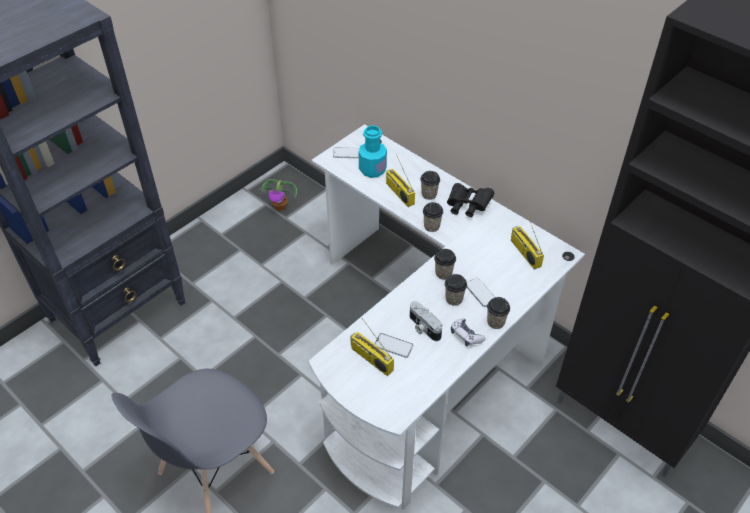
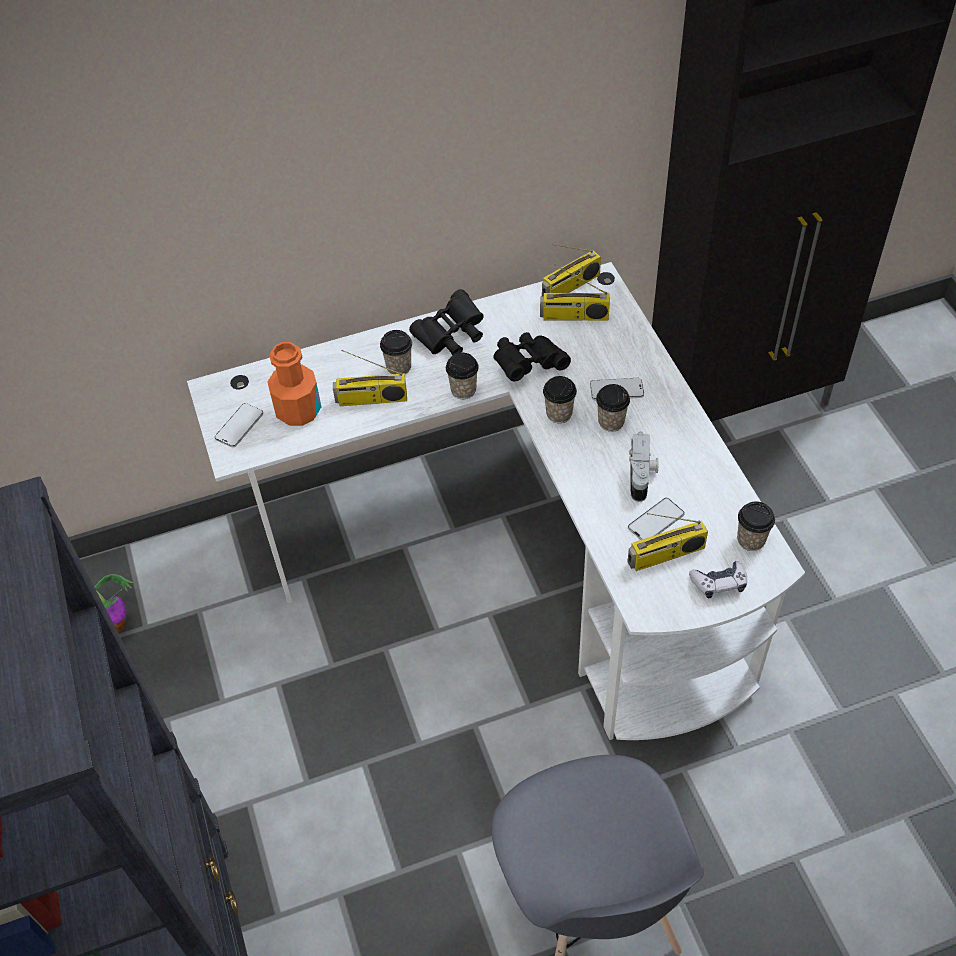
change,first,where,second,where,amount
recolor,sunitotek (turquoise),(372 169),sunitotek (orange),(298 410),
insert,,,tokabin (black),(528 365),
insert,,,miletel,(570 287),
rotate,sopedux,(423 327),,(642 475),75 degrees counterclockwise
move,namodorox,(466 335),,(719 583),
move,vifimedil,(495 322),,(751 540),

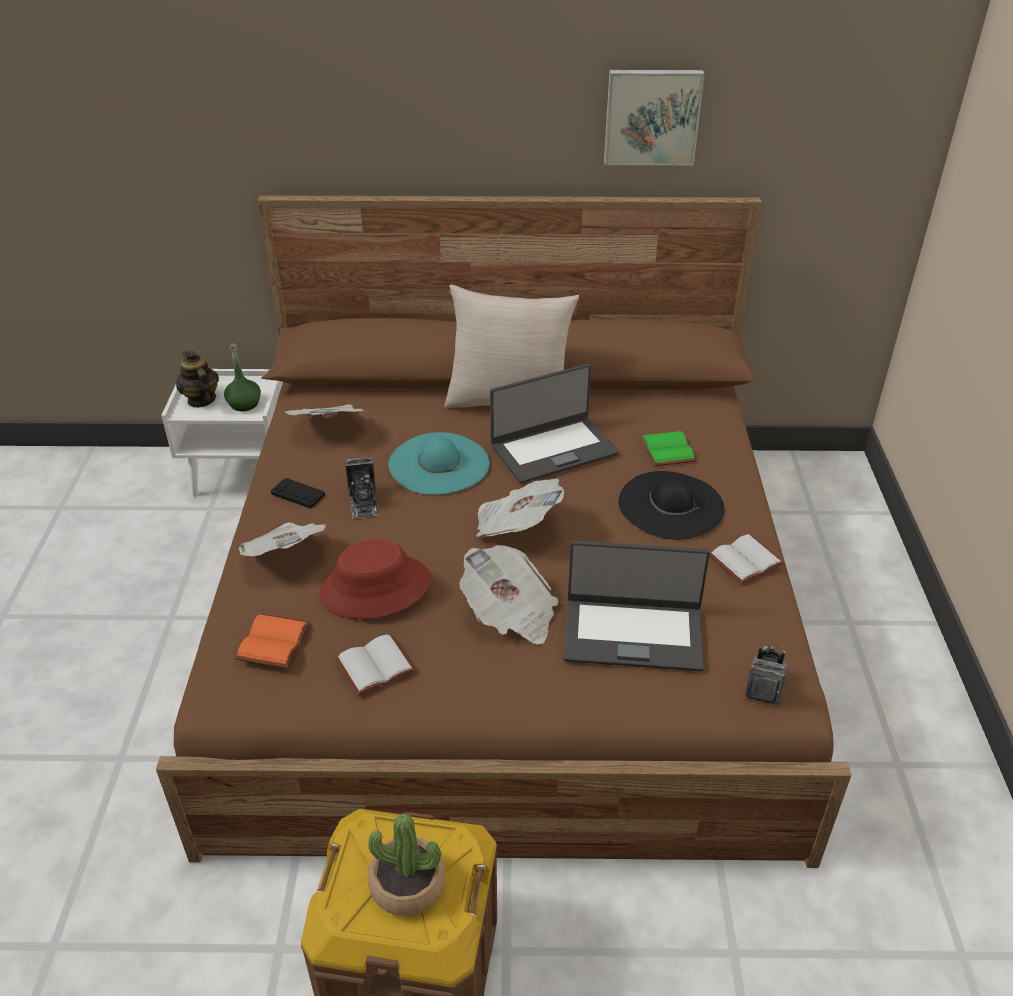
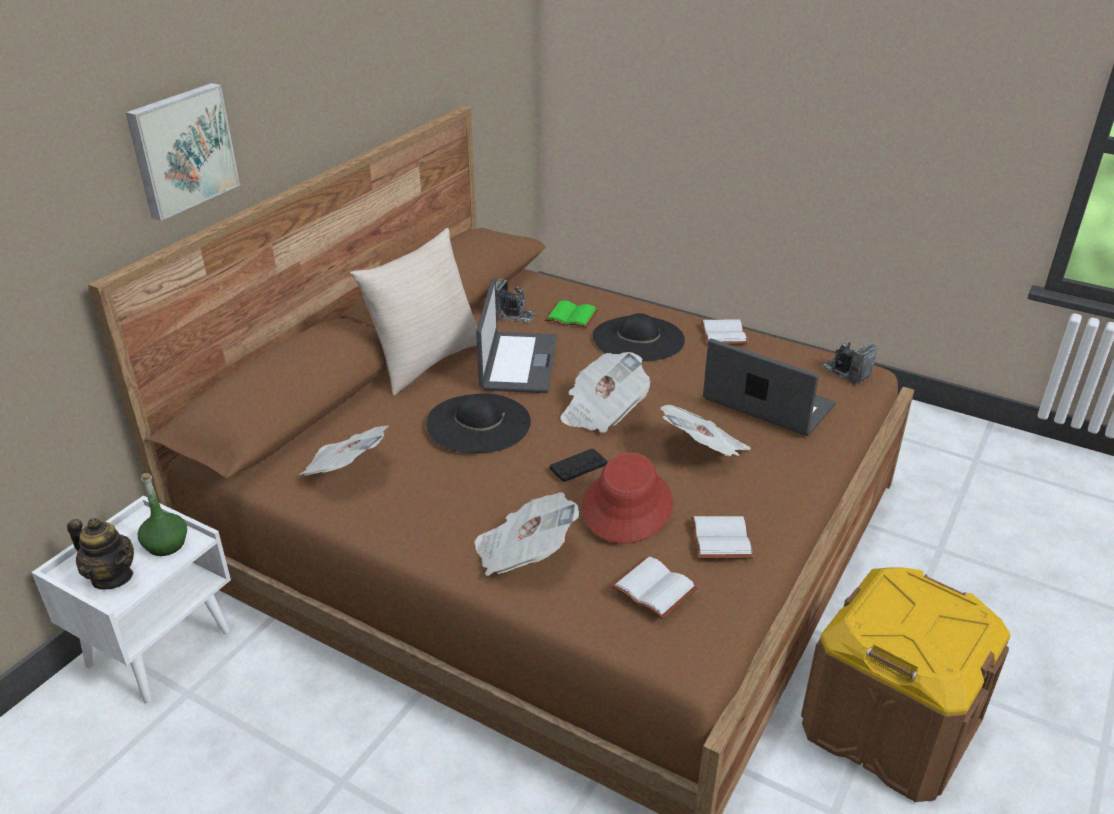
change,first,where,second,where,amount
rotate,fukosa,(201 400),,(112 577),150 degrees counterclockwise
move,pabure,(652 116),,(181 150),
recolor,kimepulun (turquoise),(438 463),kimepulun (black),(478 423),
move,sopedux,(363 502),,(513 315),
move,namodorox (black),(298 494),,(578 466),
recolor,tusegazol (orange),(274 643),tusegazol (white),(656 588),
rotate,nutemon,(633 633),,(767 404),90 degrees counterclockwise
delete,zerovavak,(407 885),,,

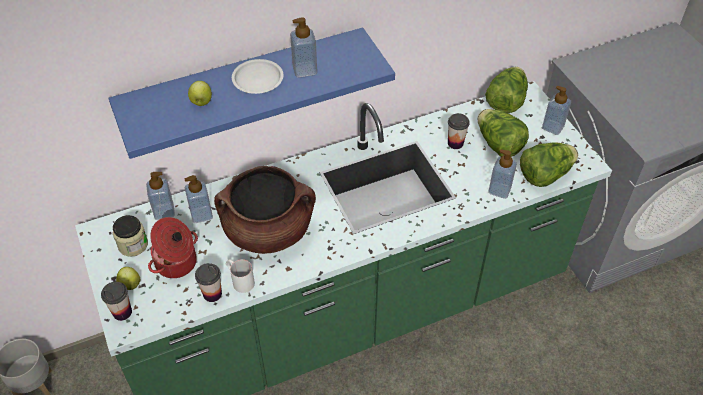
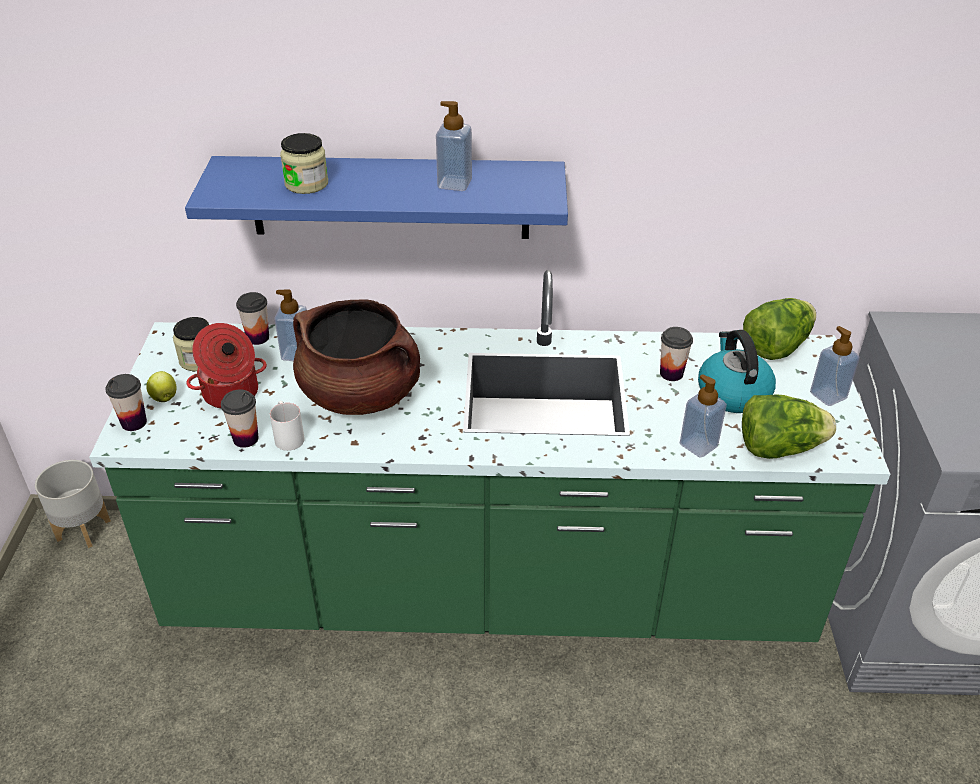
change,first,where,second,where,amount
replace,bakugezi,(164 211),vifimedil,(258 338),
replace,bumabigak,(201 102),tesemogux,(306 184),
replace,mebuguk,(498 145),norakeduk,(732 393),
delete,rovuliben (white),(258 80),,,

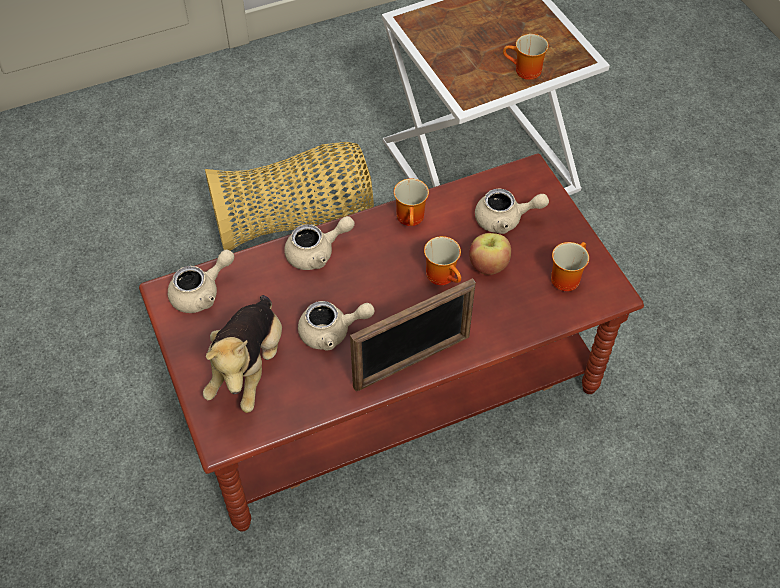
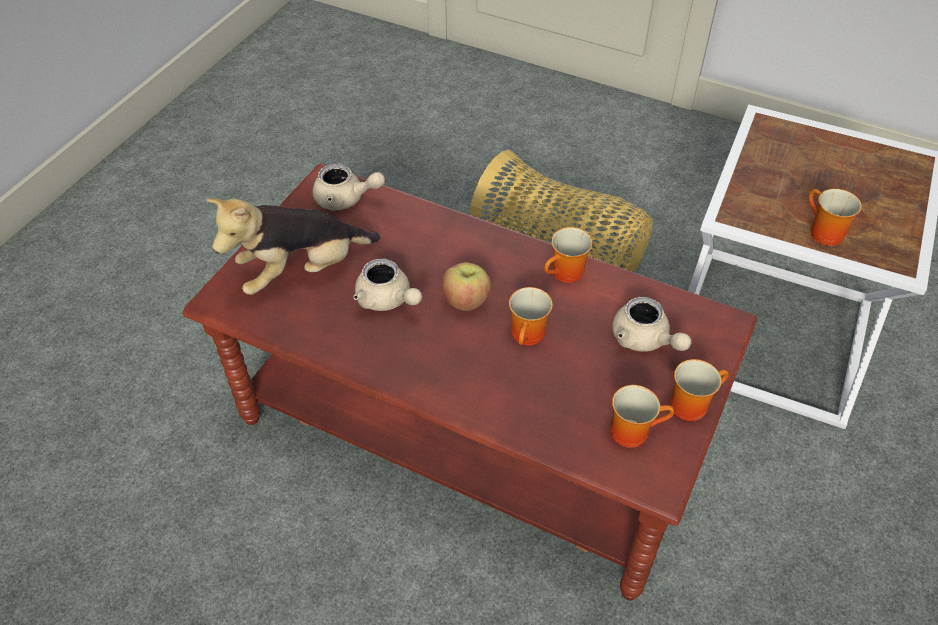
change,first,where,second,where,amount
move,bumabigak,(488 265),,(466 301),
insert,,,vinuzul,(690 402),
delete,fukosa (beige),(317 253),,,
delete,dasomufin,(412 362),,,

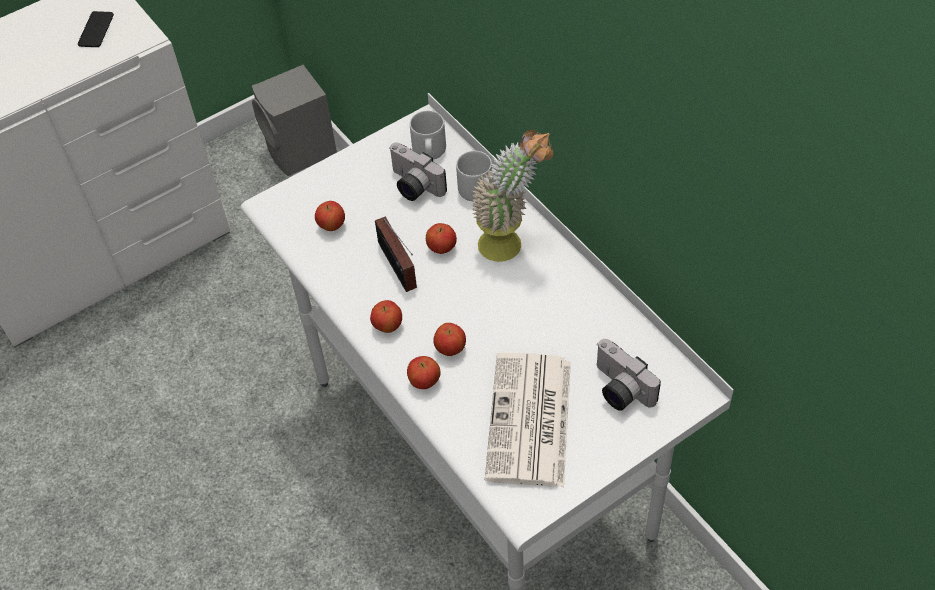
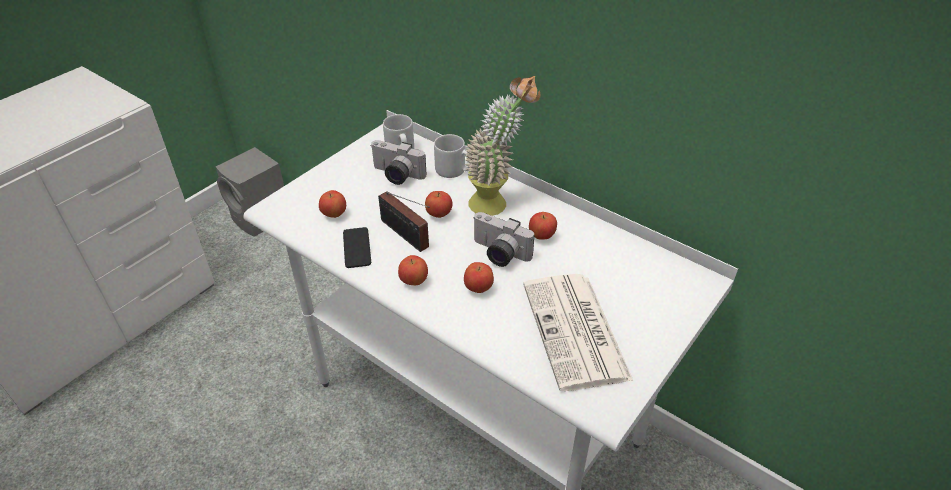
change,first,where,second,where,amount
move,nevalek,(96 30),,(357 248),
move,sopedux,(618 390),,(498 254),
move,bumabigak,(425 381),,(542 236),

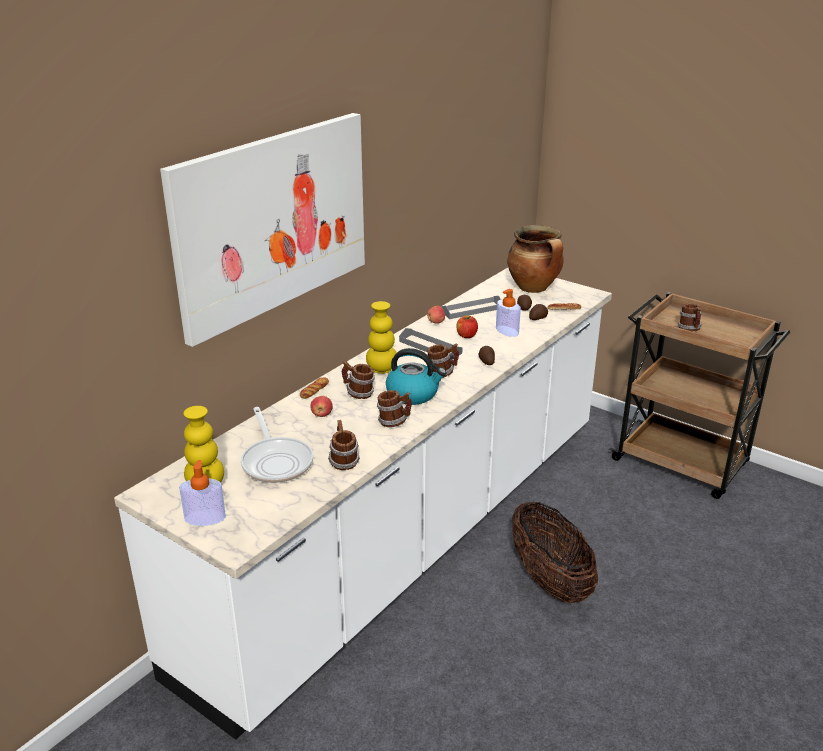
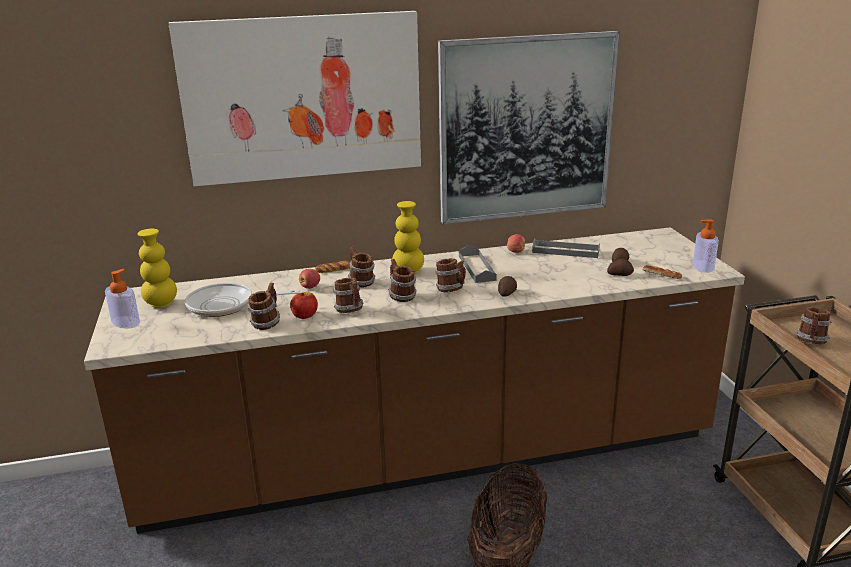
change,first,where,second,where,amount
recolor,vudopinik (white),(411 539),vudopinik (brown),(429 458),
rotate,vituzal,(276 461),,(227 305),75 degrees clockwise
move,bumabigak,(466 335),,(304 315),
replace,norakeduk,(413 394),vinuzul,(401 296),
insert,,,pabure,(525 128),
move,bakugezi,(507 331),,(703 266),
delete,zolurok,(534 288),,,

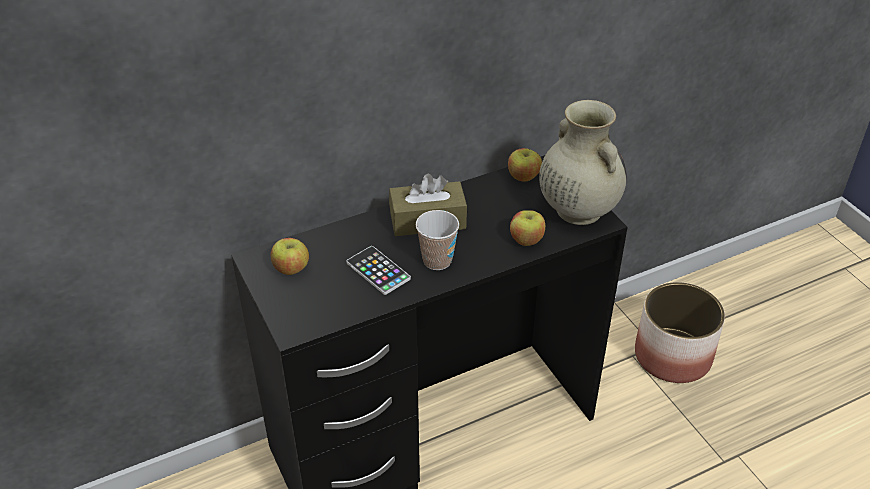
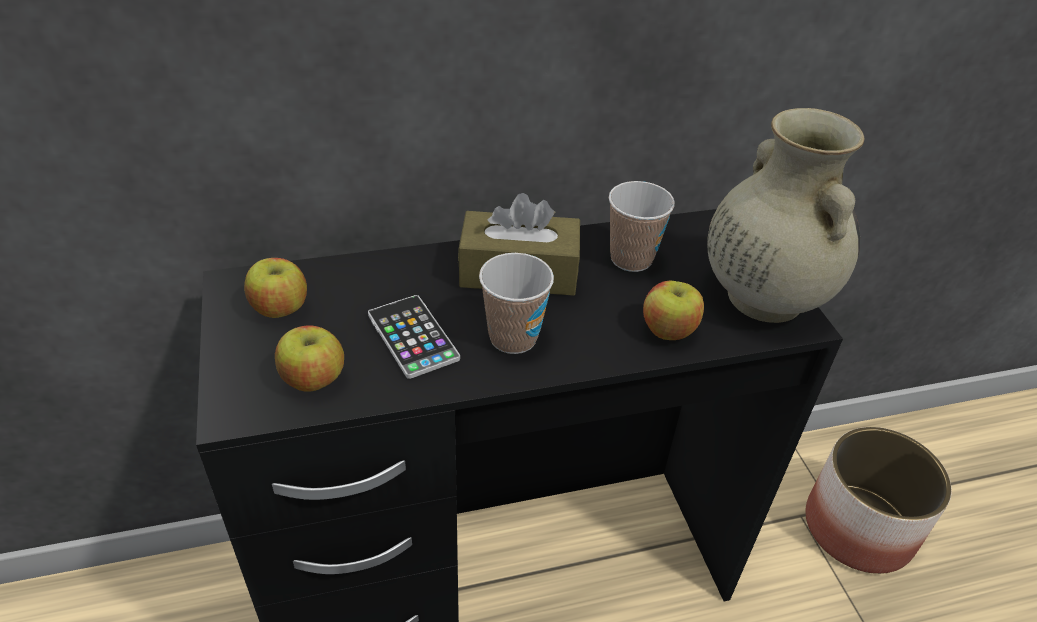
change,first,where,second,where,amount
move,bumabigak,(523 177),,(313 379),
insert,,,vifimedil,(631 259),

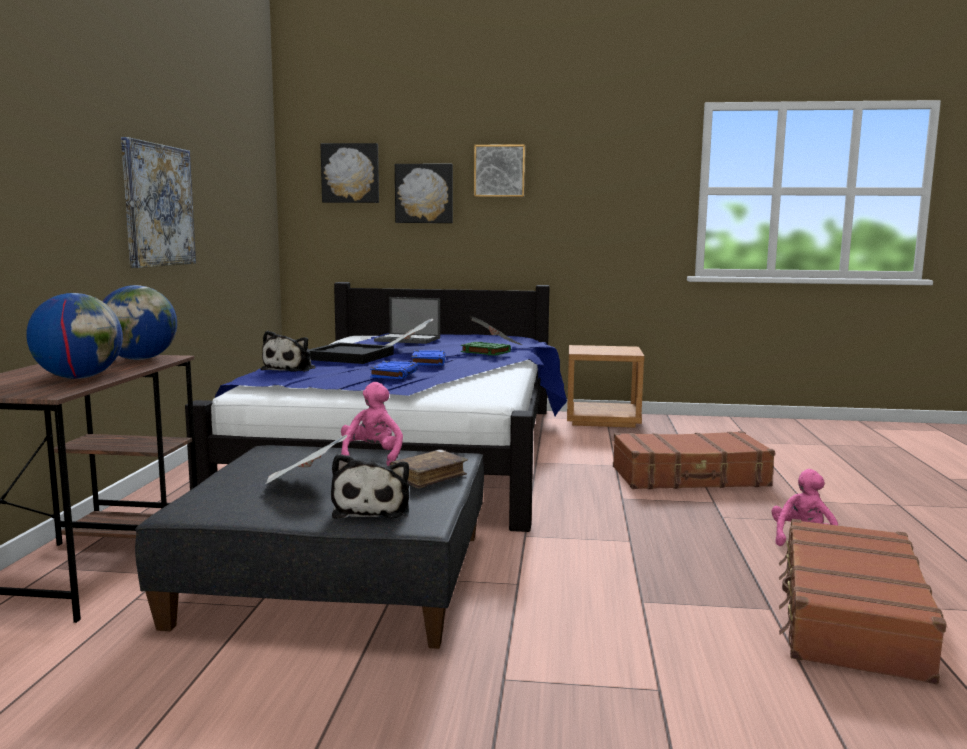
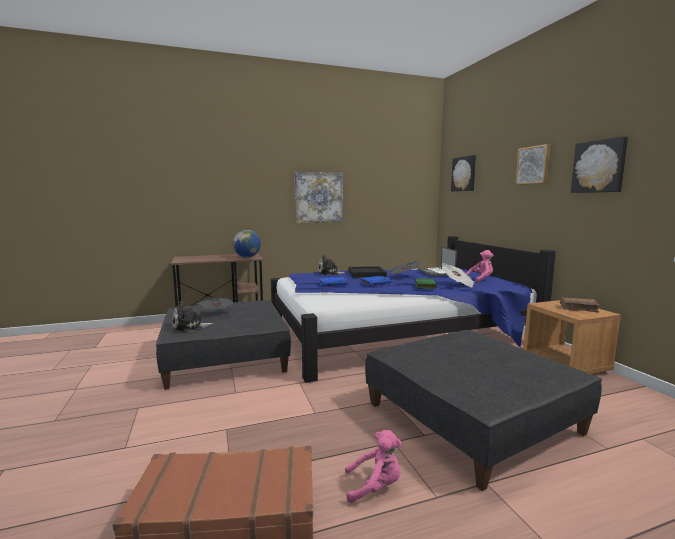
change,first,where,second,where,amount
replace,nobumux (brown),(690 477),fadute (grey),(472 418),
move,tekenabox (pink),(372 458),,(480 280),
move,tusegazol (brown),(428 477),,(578 308),
move,pabure,(424 193),,(599 166),
delete,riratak,(79 378),,,

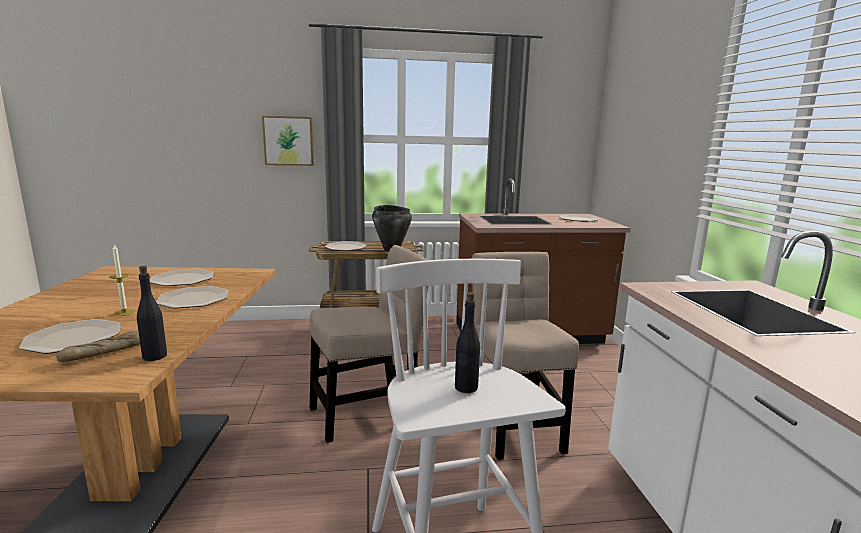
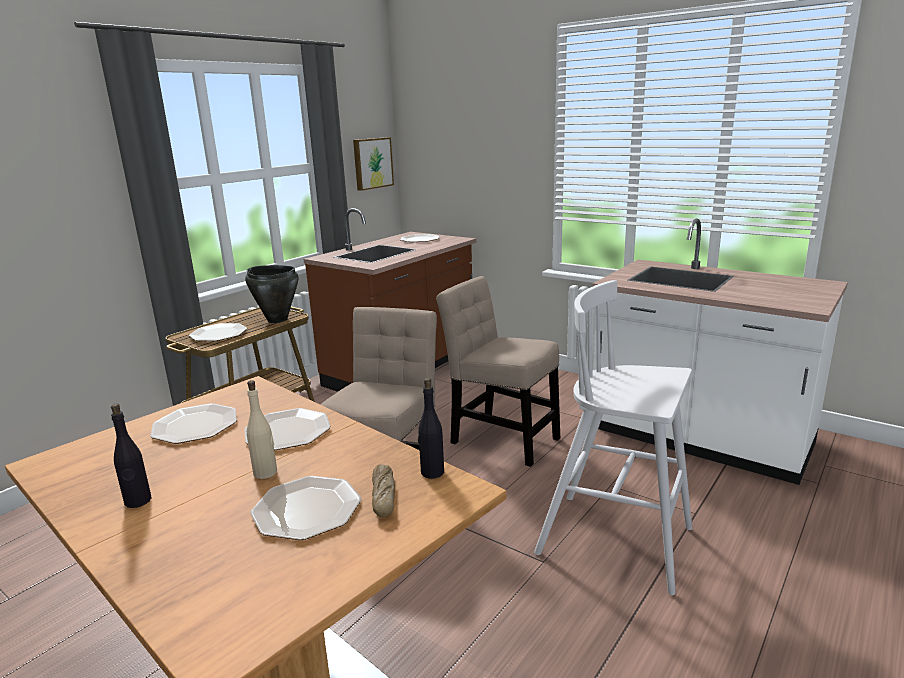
change,first,where,second,where,amount
move,sunitotek (black),(466 388),,(138 501),
replace,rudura,(124 312),sunitotek (beige),(266 473),
move,pabure,(289 141),,(372 163),

